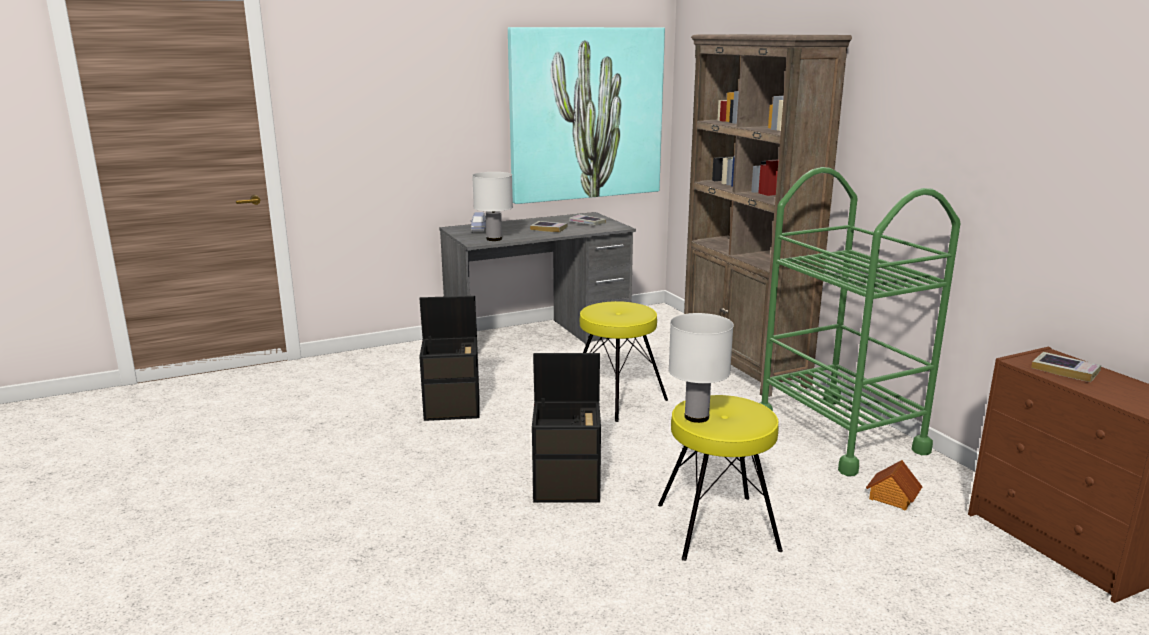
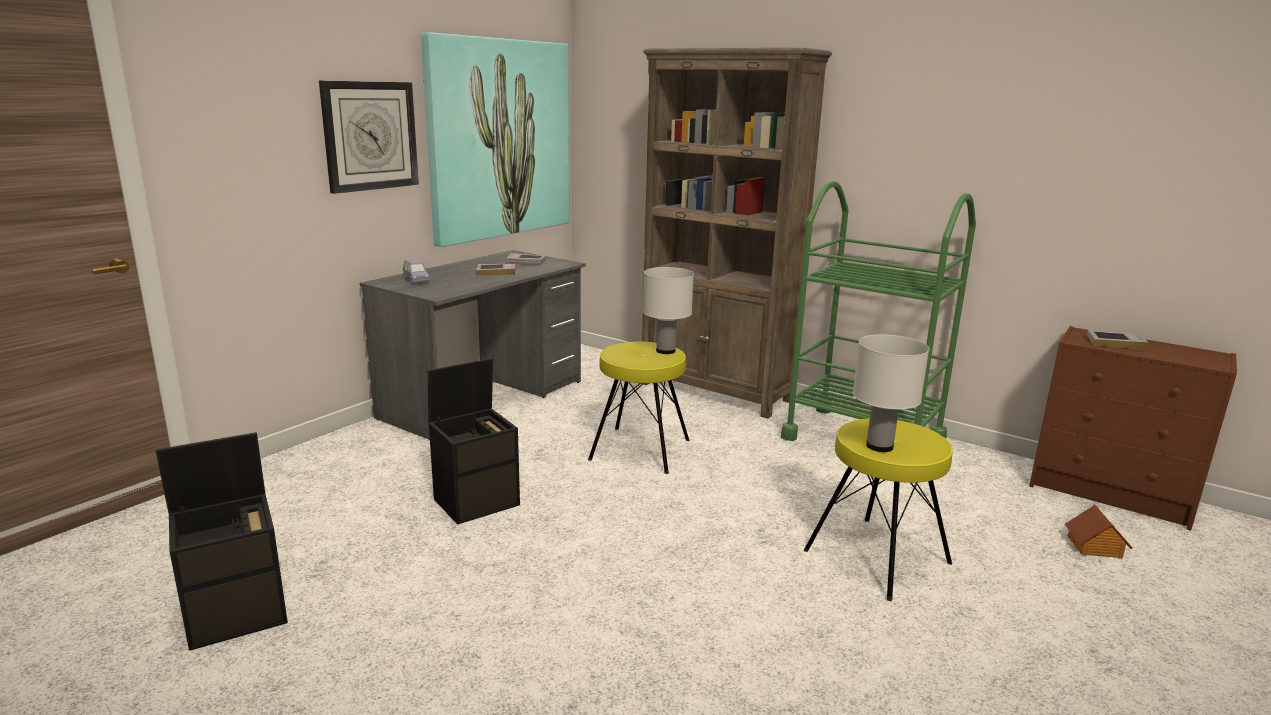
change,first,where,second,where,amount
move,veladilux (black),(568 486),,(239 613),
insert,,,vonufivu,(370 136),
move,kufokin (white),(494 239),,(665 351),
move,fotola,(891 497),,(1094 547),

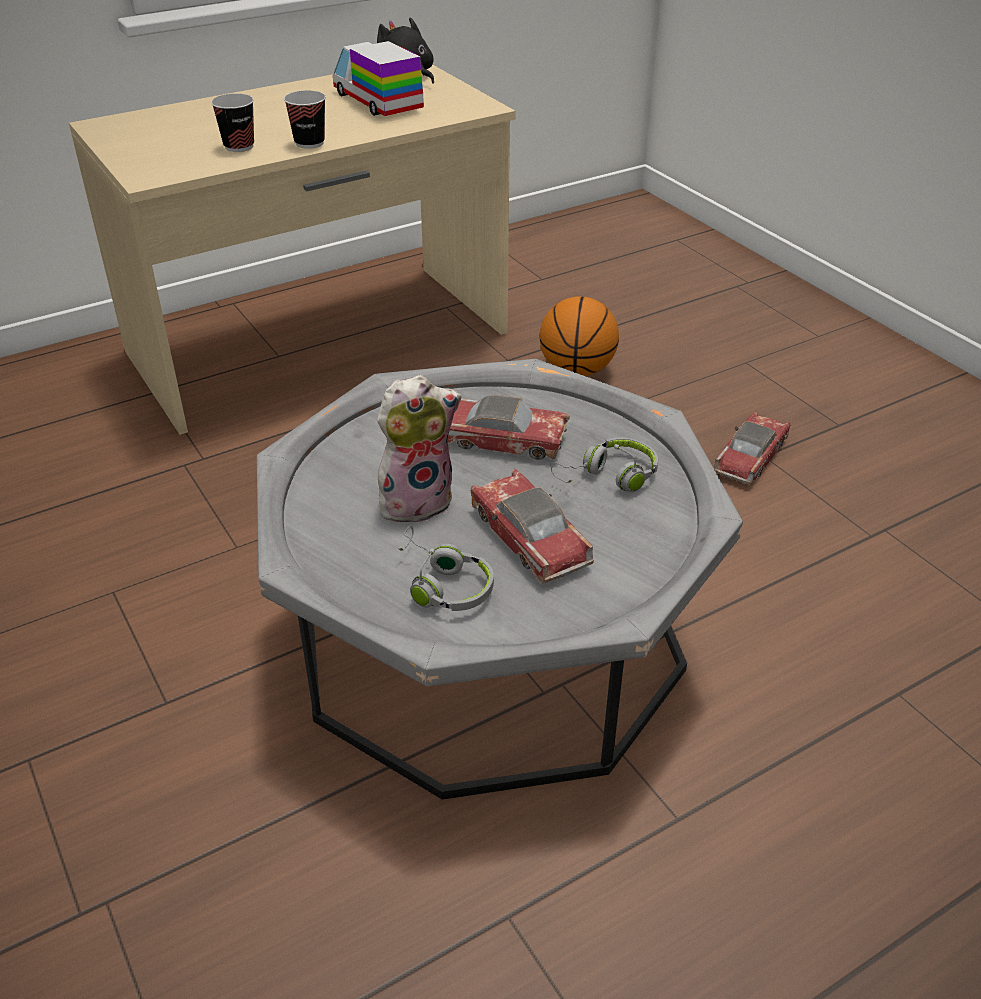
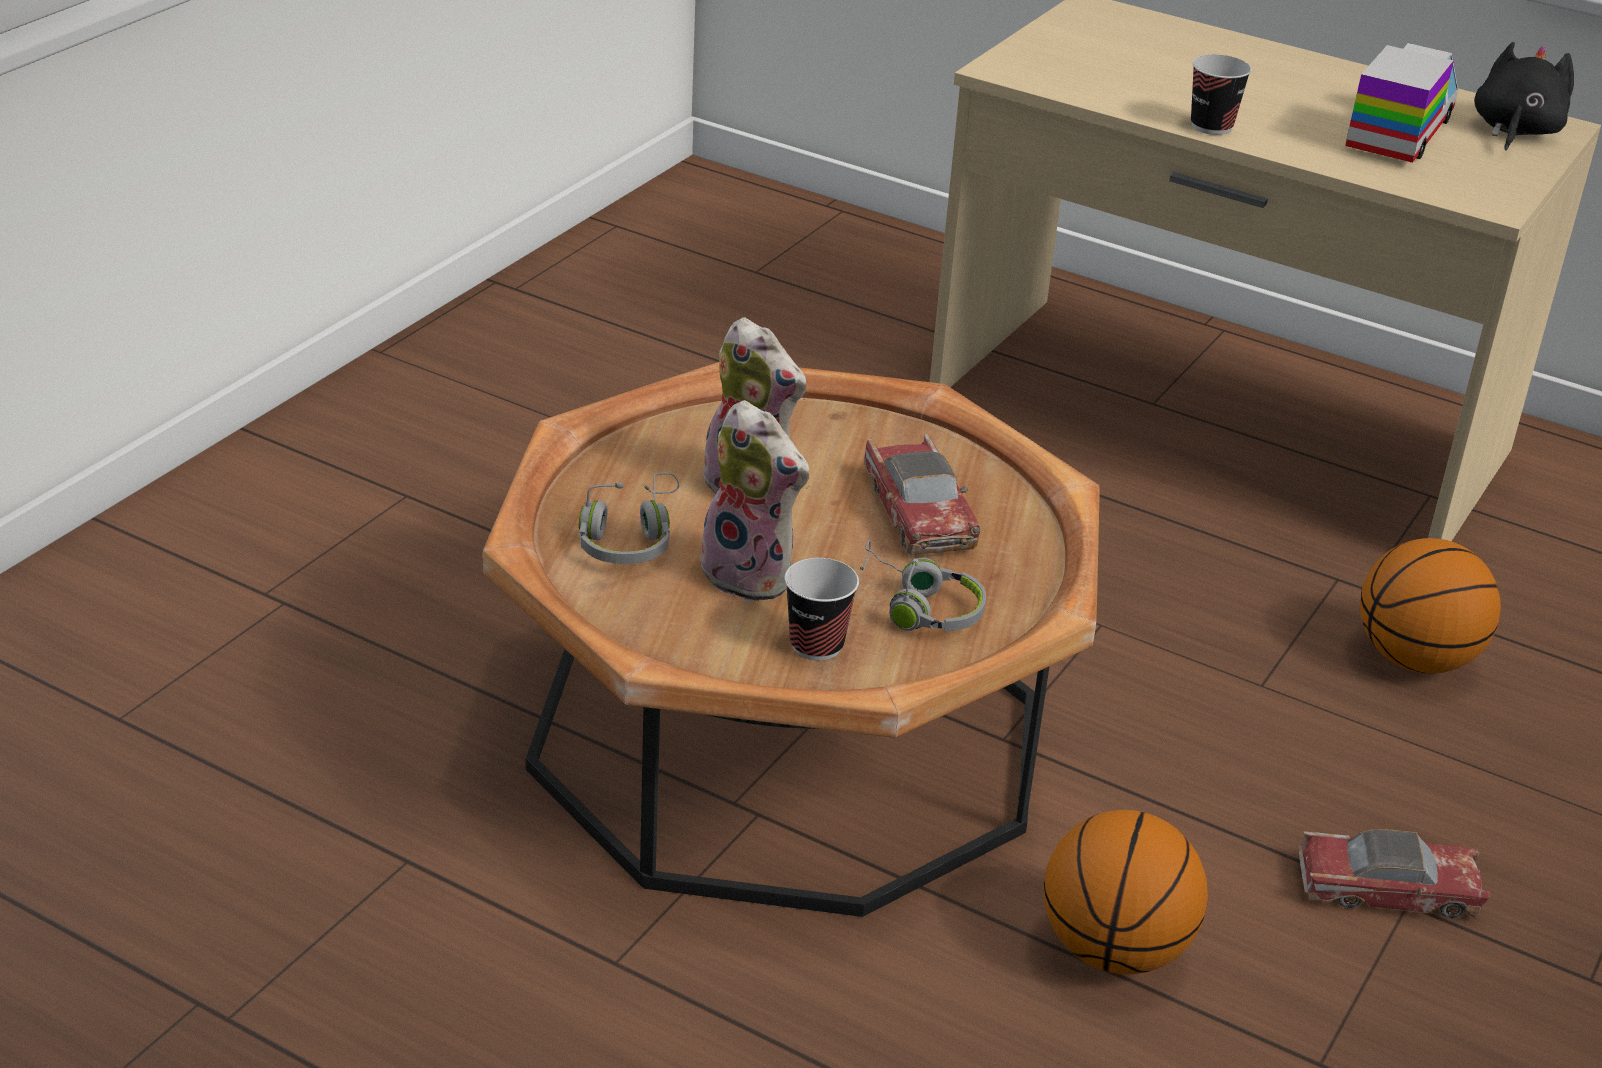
change,first,where,second,where,amount
recolor,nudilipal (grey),(490 639),nudilipal (brown),(787 735),
replace,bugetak,(529 537),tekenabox,(753 575),
move,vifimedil,(239 146),,(816 645),
insert,,,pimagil,(1113 950),

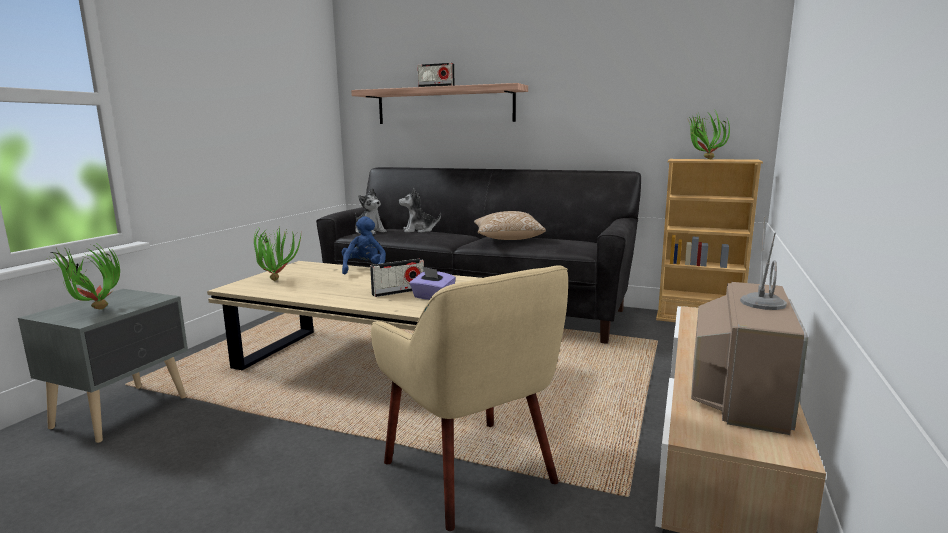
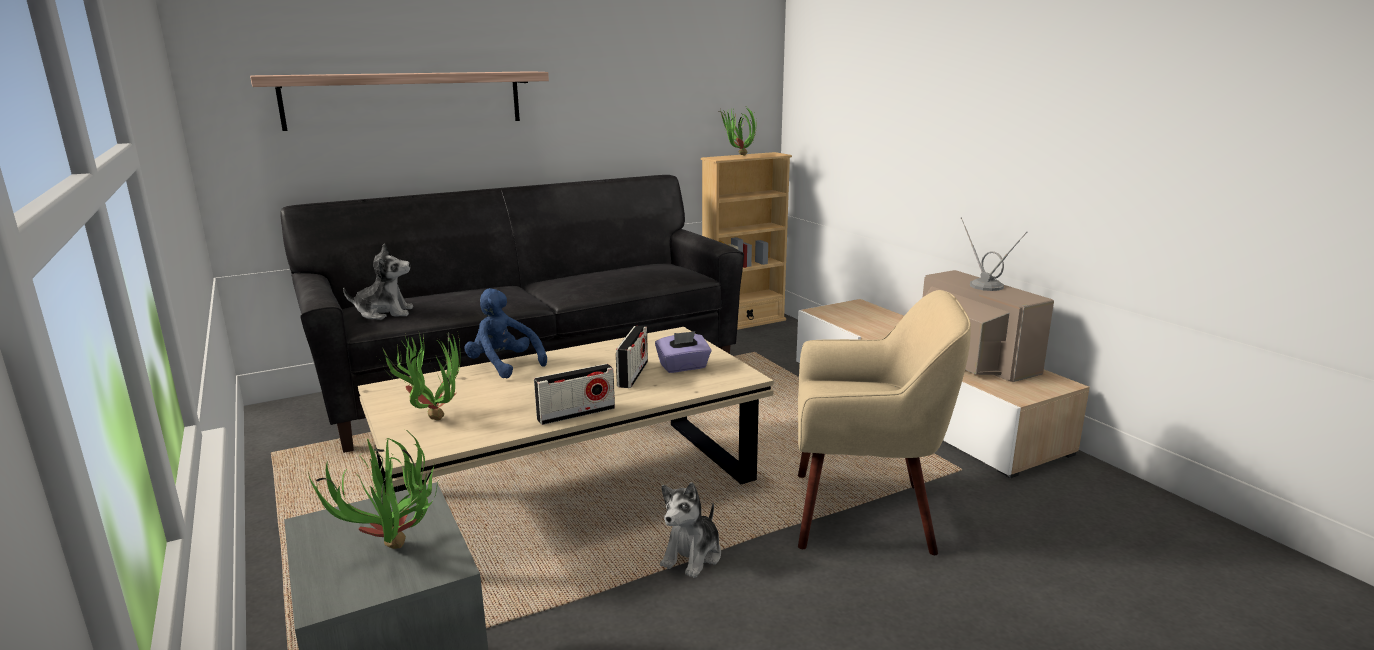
change,first,where,second,where,amount
move,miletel,(436 86),,(576 414),
move,tekenabox,(419 230),,(692 556),
delete,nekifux,(507 239),,,

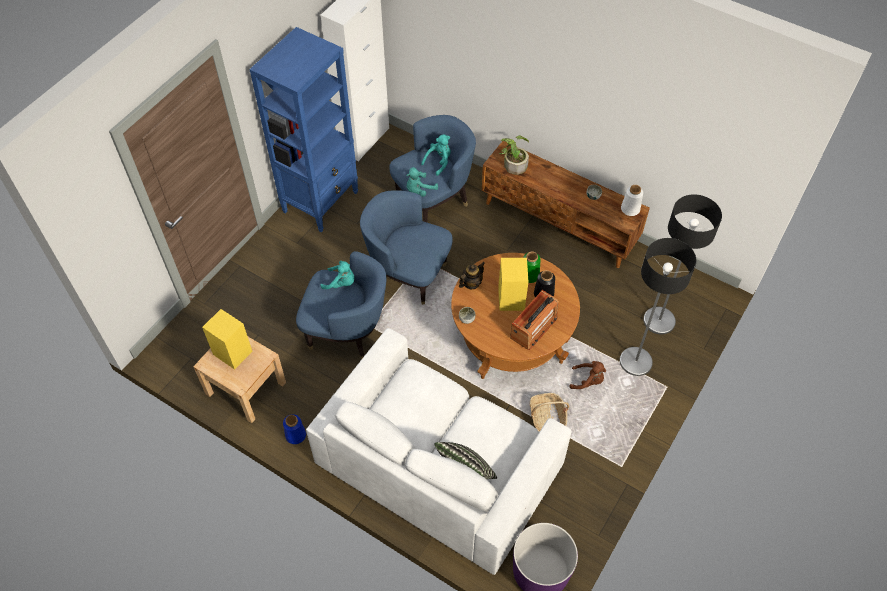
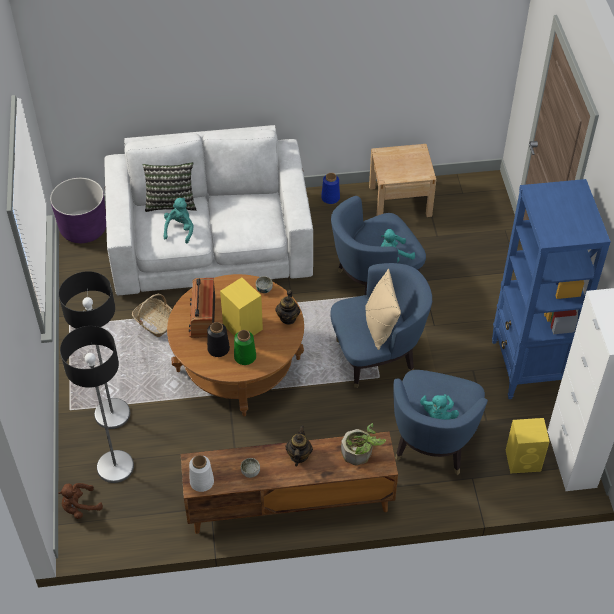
change,first,where,second,where,amount
move,tekenabox (brown),(588 380),,(80 507),
move,tekenabox (turquoise),(419 190),,(180 229),
insert,,,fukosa,(298 455),
insert,,,nekifux (beige),(379 327),
move,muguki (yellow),(232 352),,(524 460),

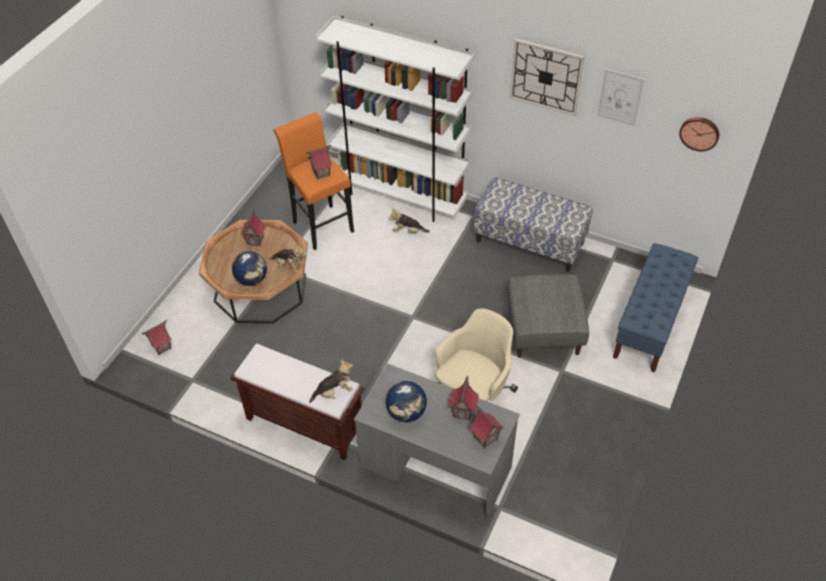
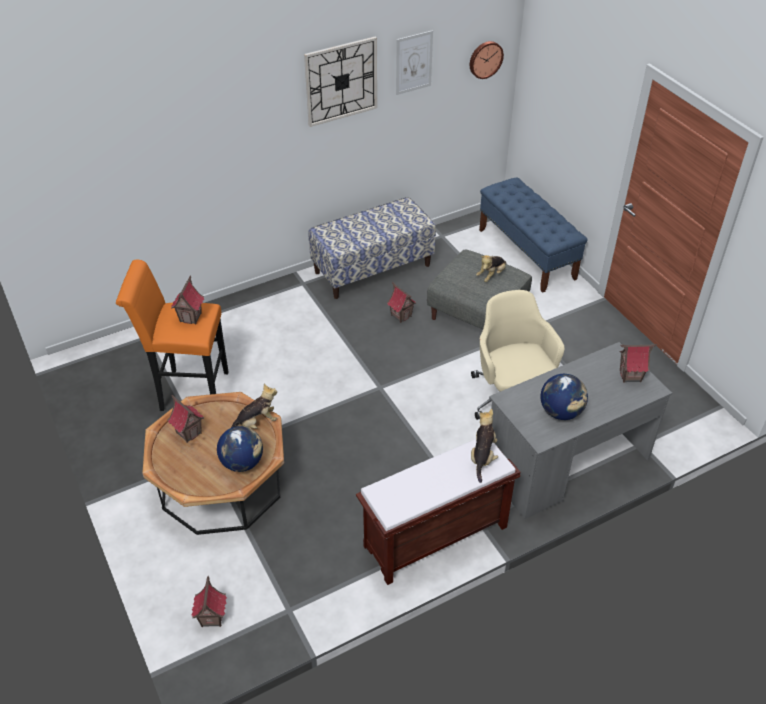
change,first,where,second,where,amount
move,fotola,(463 412),,(401 315),
move,tekenabox,(408 231),,(491 275),
delete,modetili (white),(400 196),,,

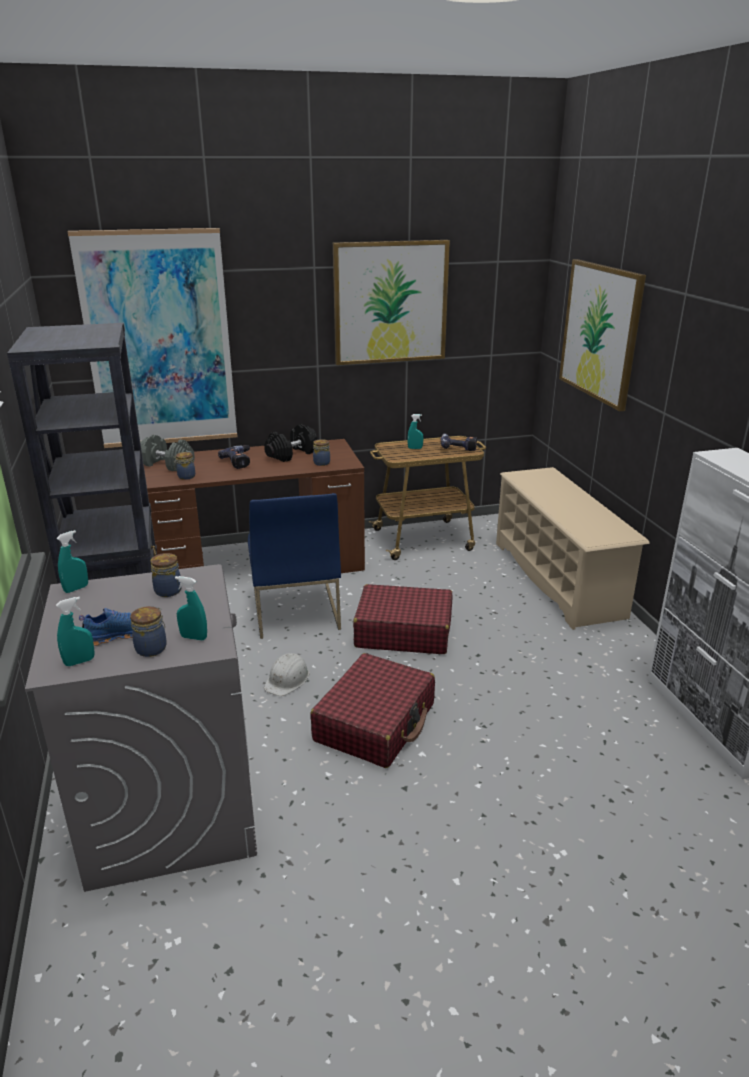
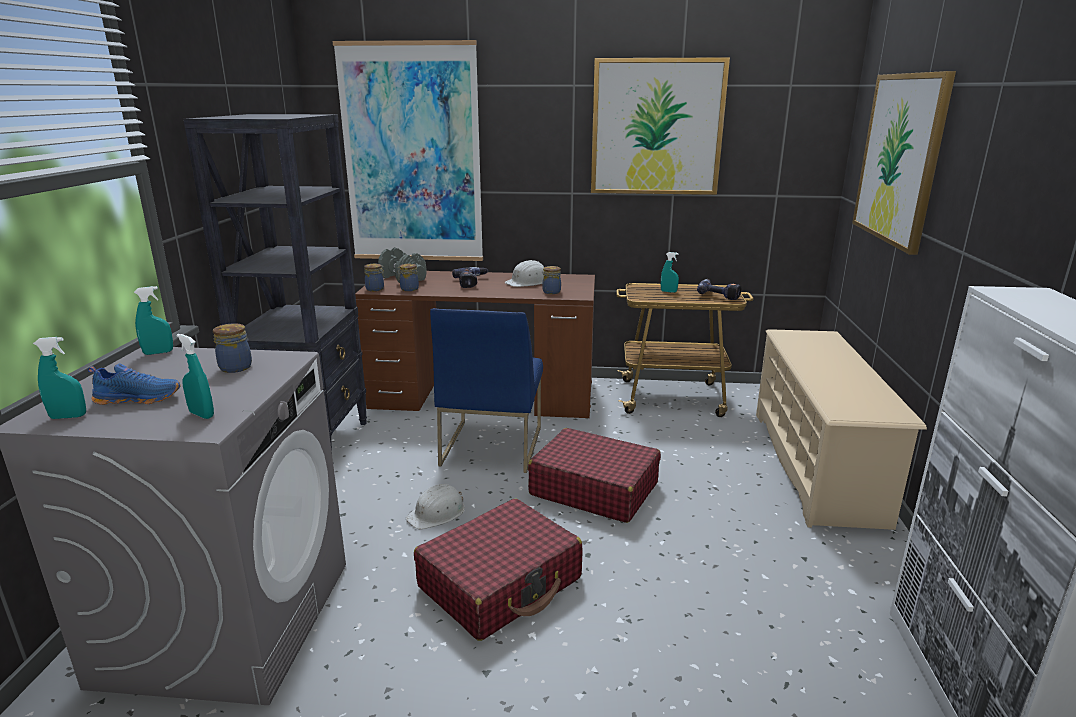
change,first,where,second,where,amount
move,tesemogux,(152 648),,(375 289),
replace,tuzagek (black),(291 454),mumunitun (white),(528 282),

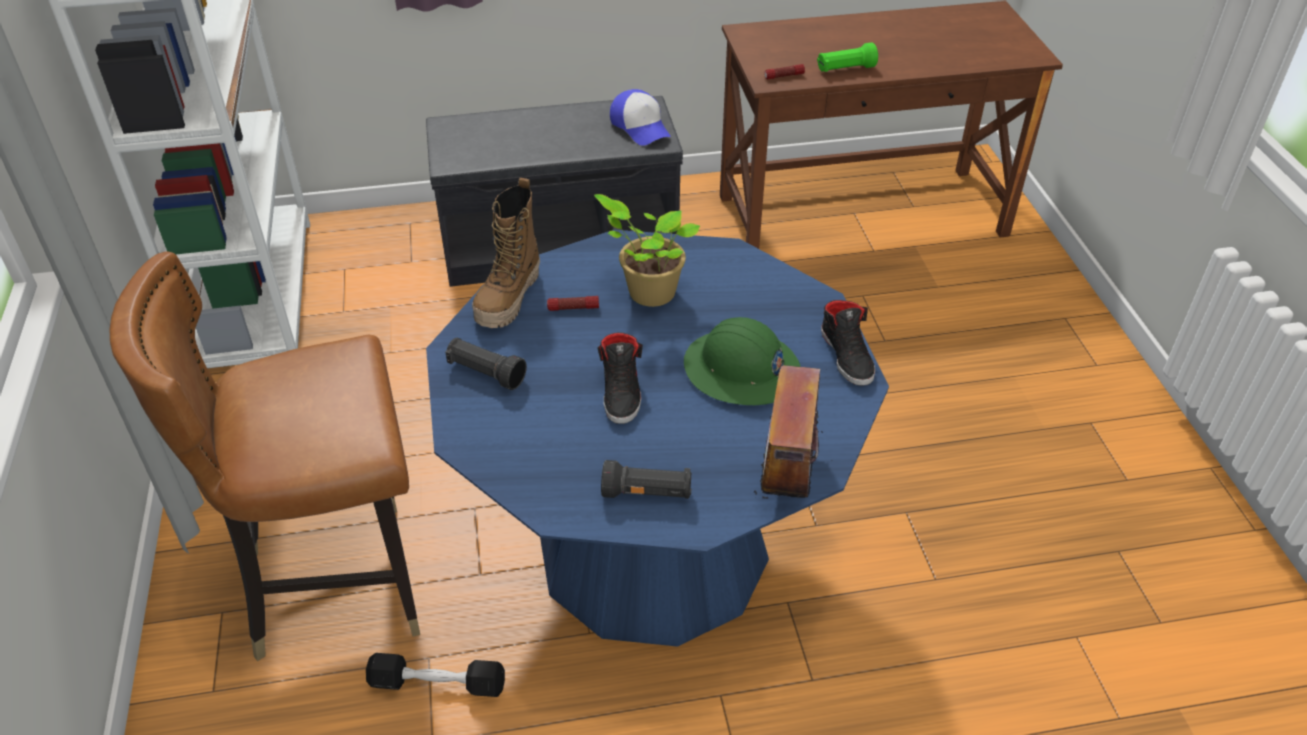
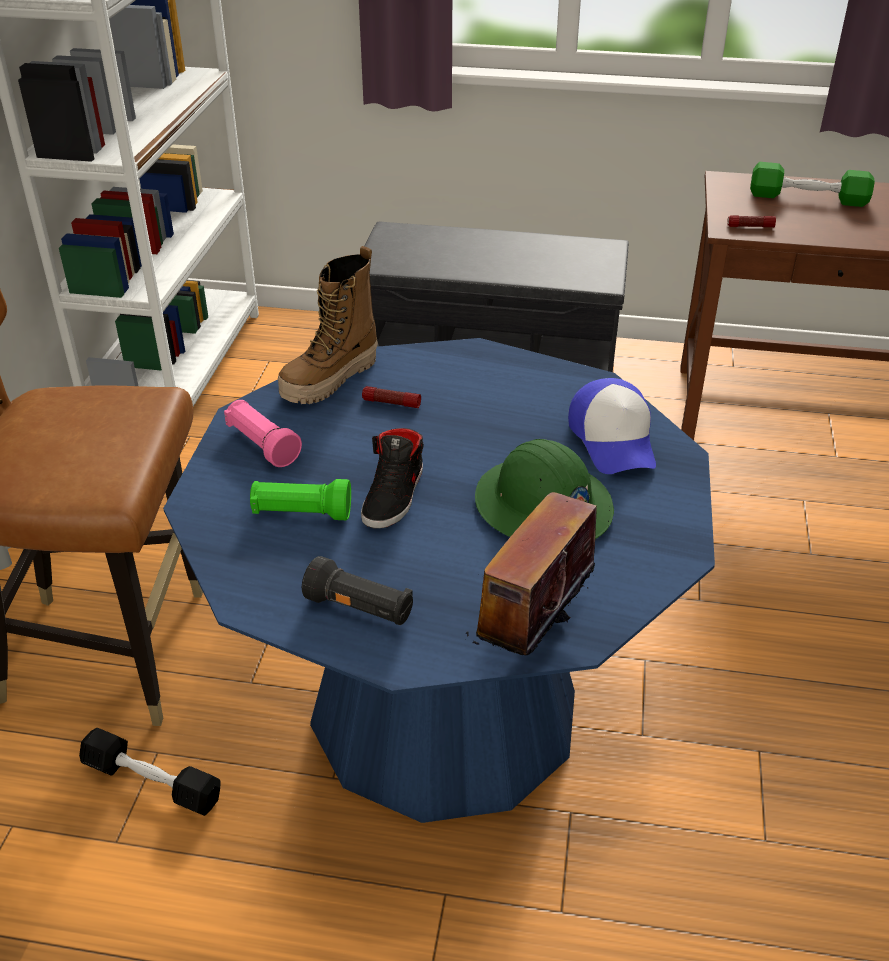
change,first,where,second,where,amount
recolor,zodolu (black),(486 373),zodolu (pink),(262 445),
move,zodolu (green),(845 69),,(301 513),
move,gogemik,(640 127),,(614 440),
insert,,,tuzagek (green),(808 198),
delete,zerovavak,(648 292),,,
delete,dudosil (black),(847 356),,,

